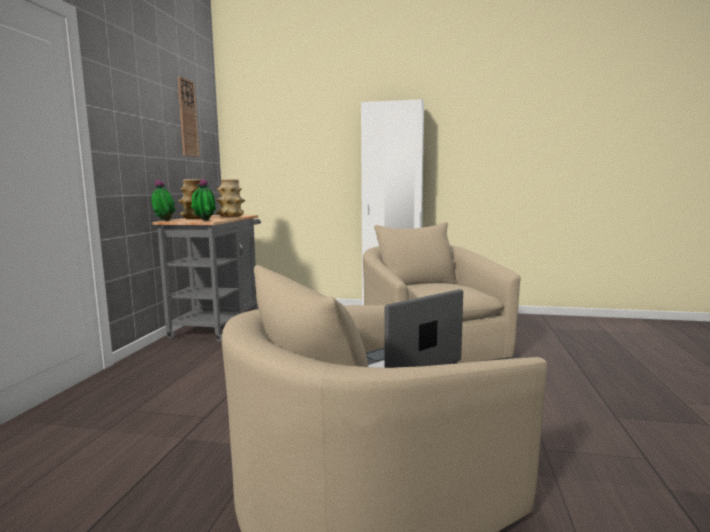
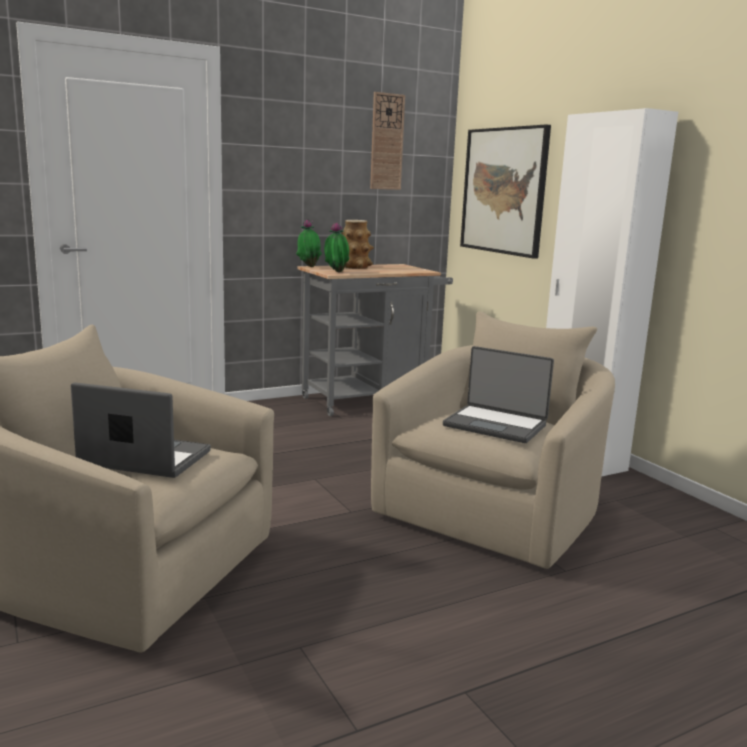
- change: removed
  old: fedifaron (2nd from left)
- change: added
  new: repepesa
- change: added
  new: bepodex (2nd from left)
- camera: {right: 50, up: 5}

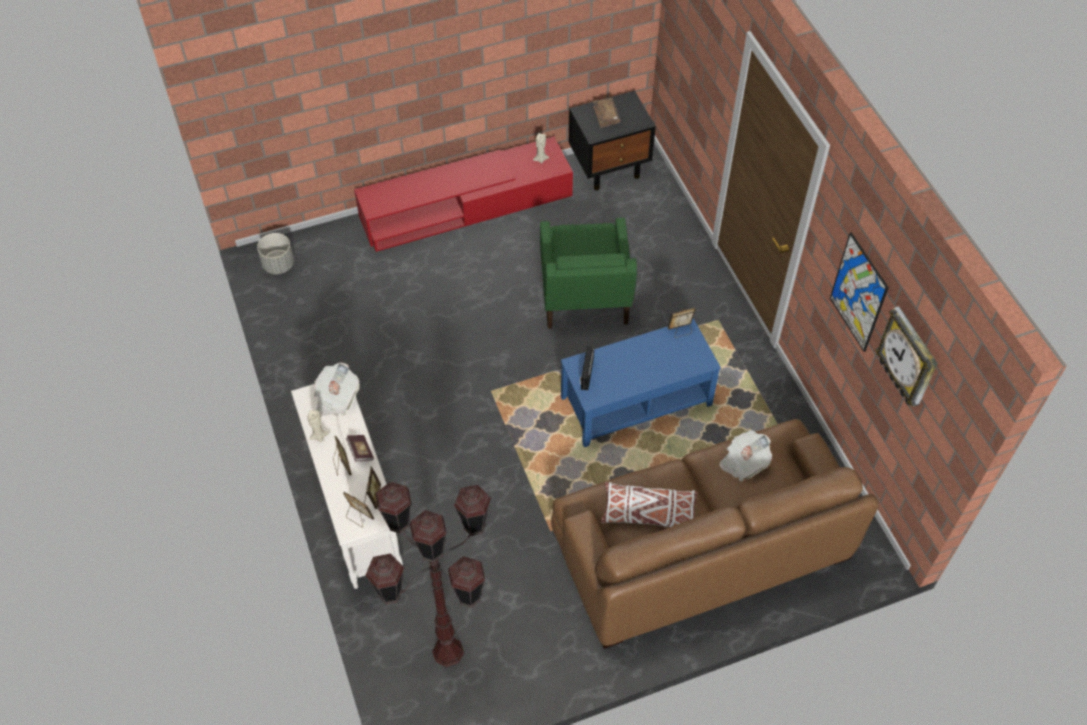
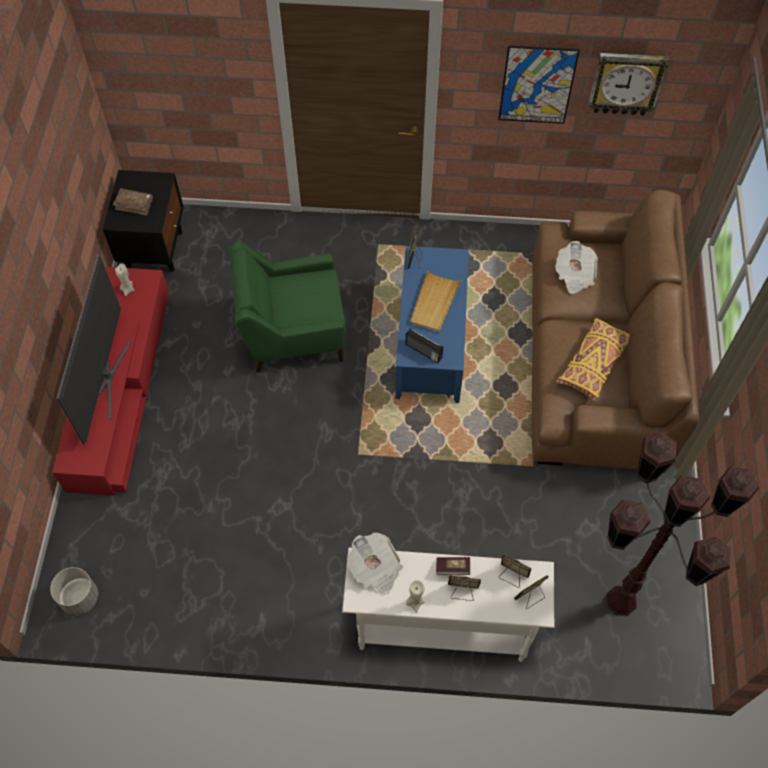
- change: turned
  old: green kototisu
  degrees: 150
- change: recoloured
  old: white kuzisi
  new: yellow kuzisi
- change: added
  new: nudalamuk
- change: added
  new: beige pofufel
- camera: {right: -65, up: 5}

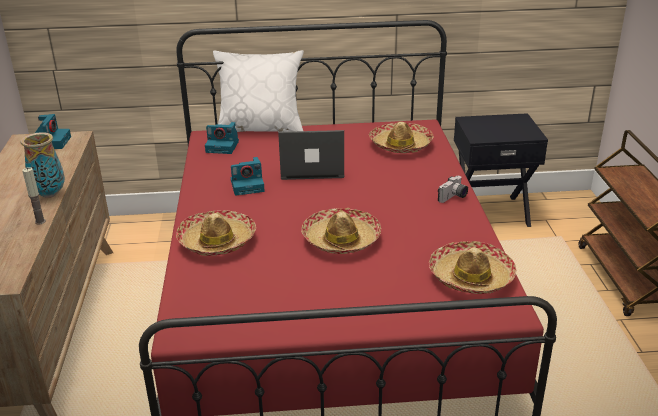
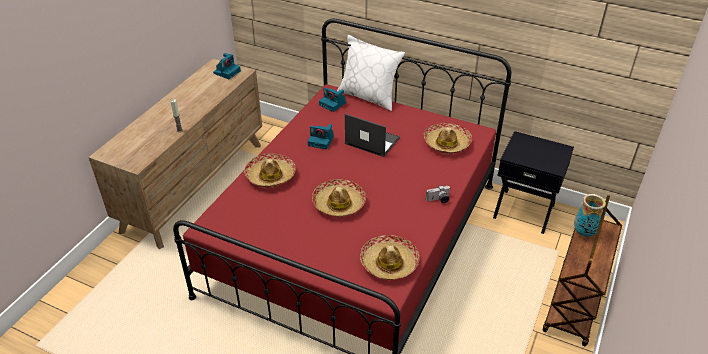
- change: moved
  old: fedifaron
- camera: {right: 30, up: 10}

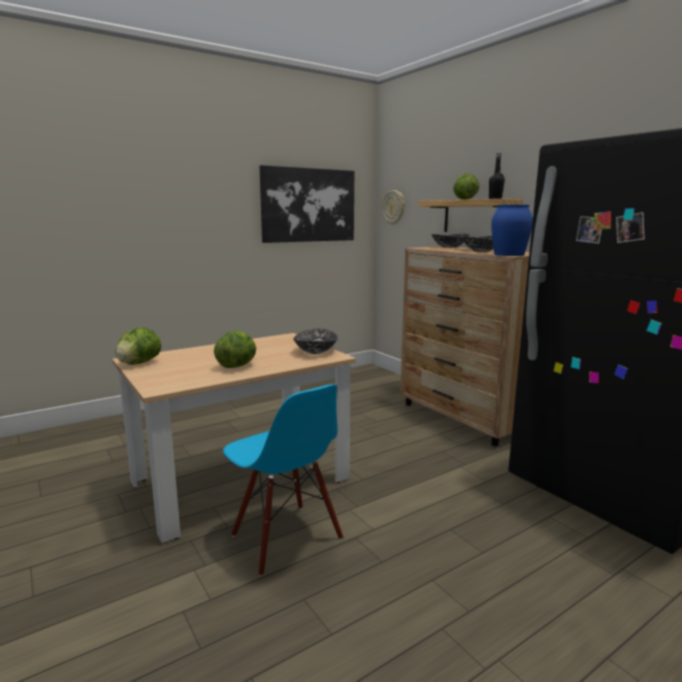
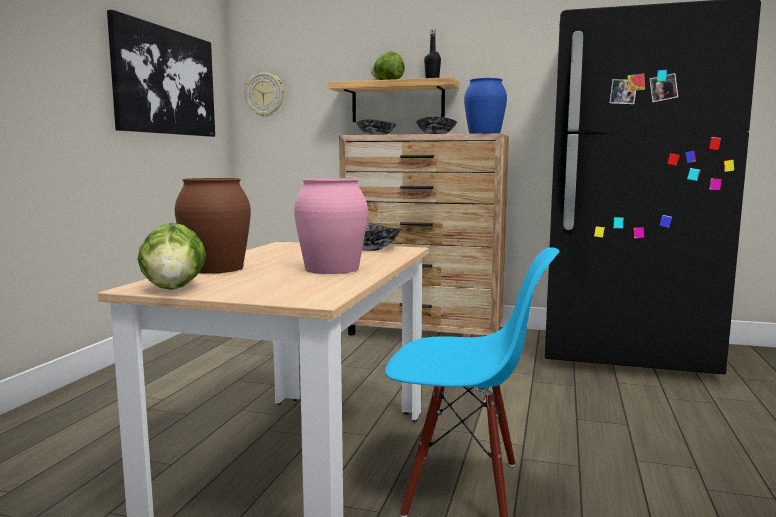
- change: replaced
  old: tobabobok (2nd from left)
  new: pink fedifaron
- change: added
  new: brown fedifaron
- camera: {right: -40, up: -5}

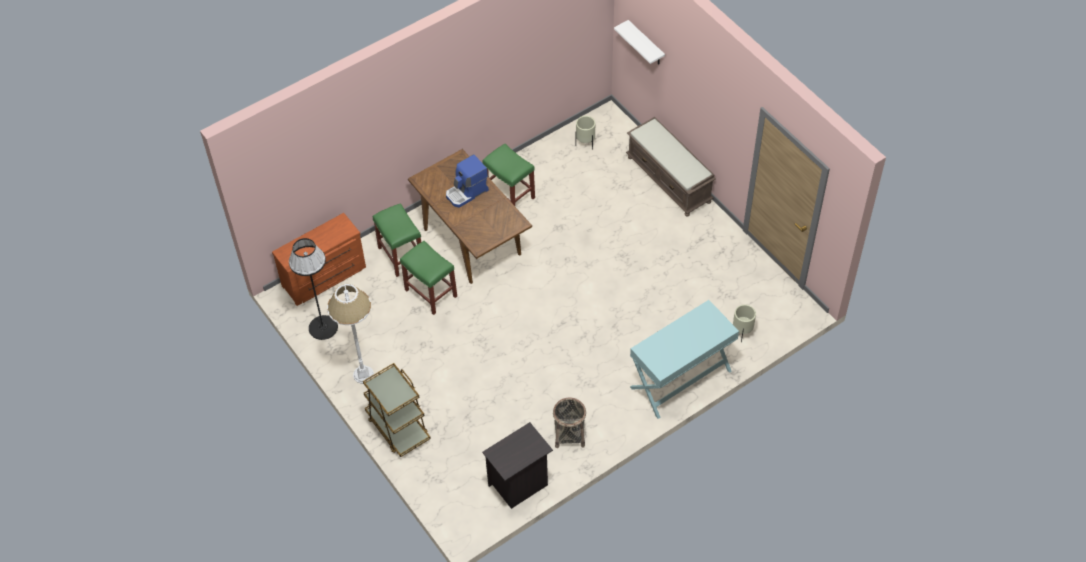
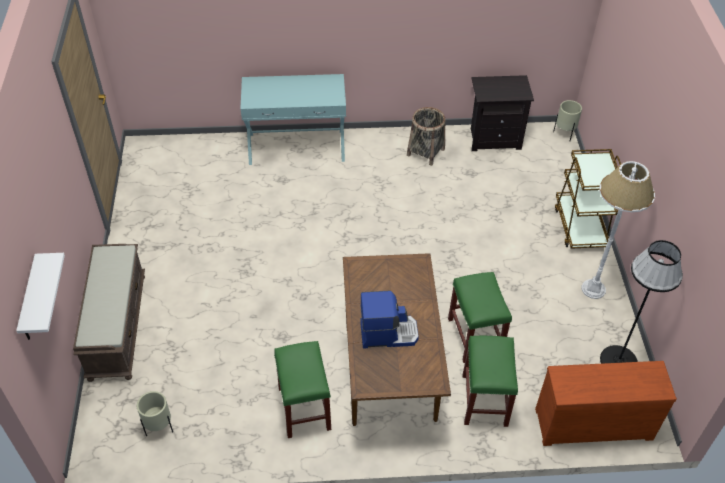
- change: moved
  old: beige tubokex (2nd from left)
- camera: {right: -150, up: -5}

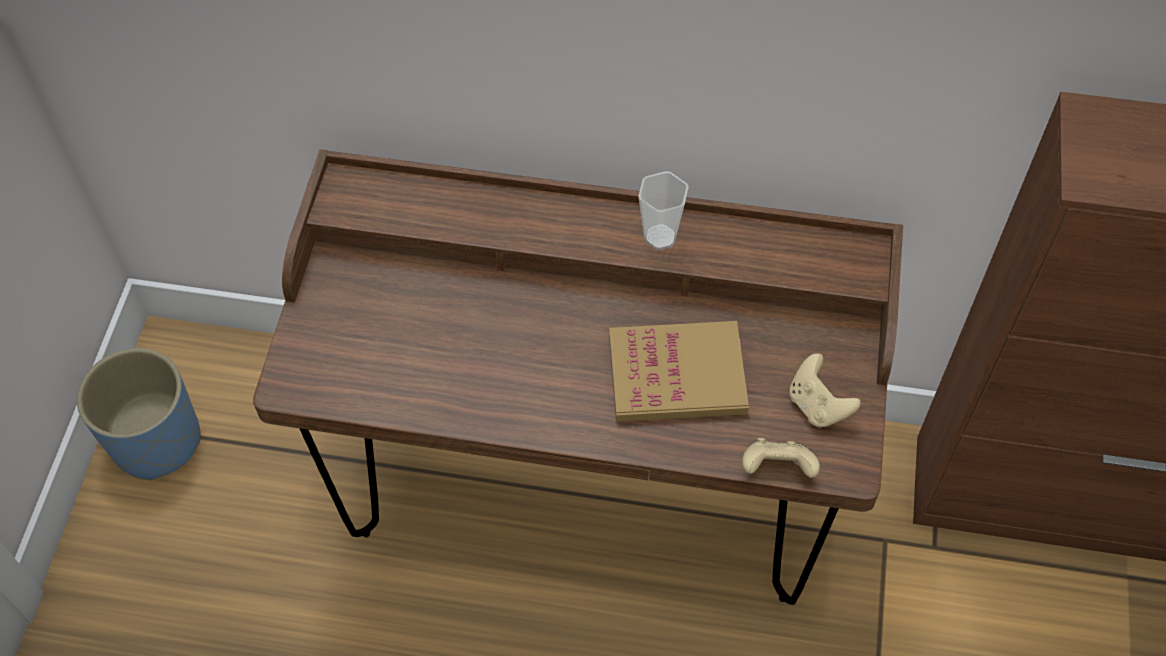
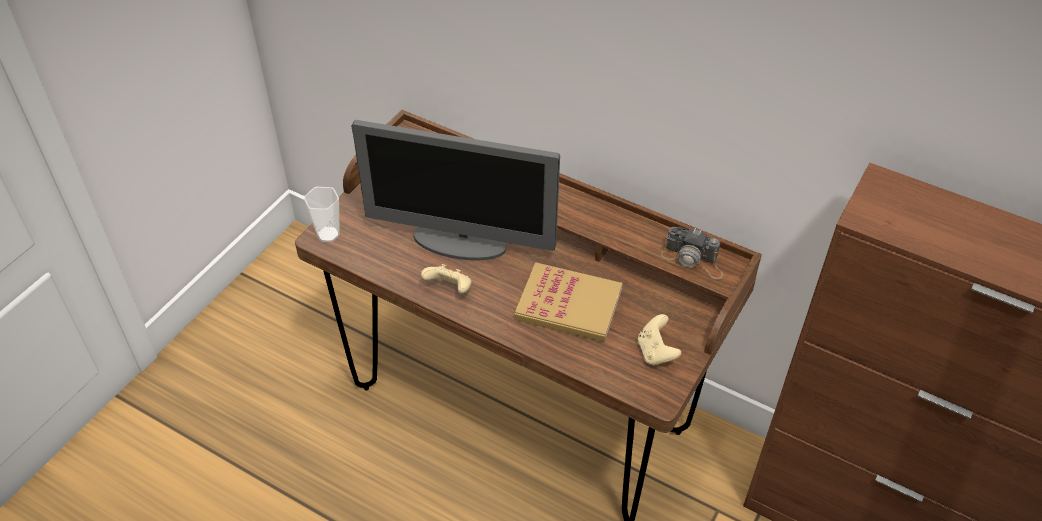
- change: moved
  old: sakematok
- change: removed
  old: blue tubokex
- change: moved
  old: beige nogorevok (1st from left)
- change: added
  new: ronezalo
- change: added
  new: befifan
- camera: {right: 20, up: -10}

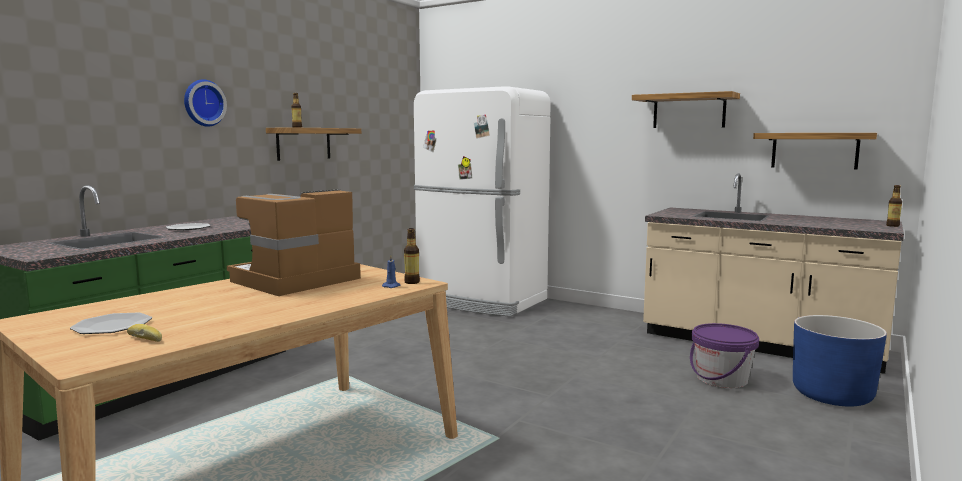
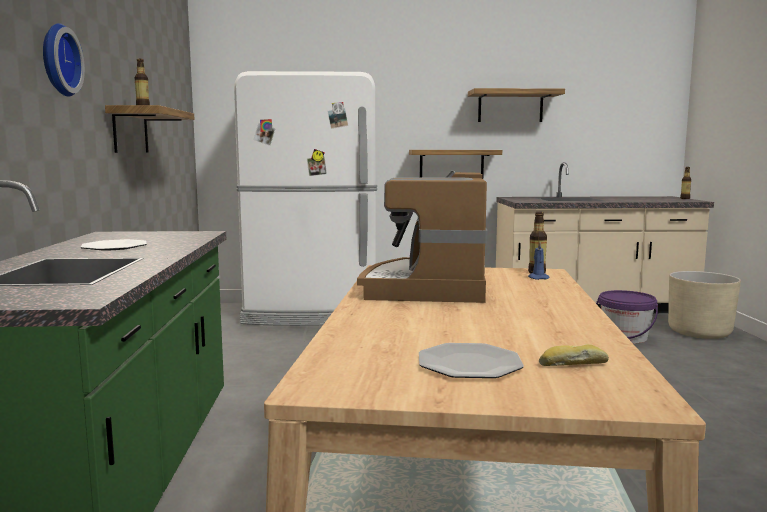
- change: moved
  old: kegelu (3rd from left in the first image)
  new: kegelu (2nd from left)
- change: recoloured
  old: blue tubokex
  new: beige tubokex
- camera: {right: -35, up: 0}

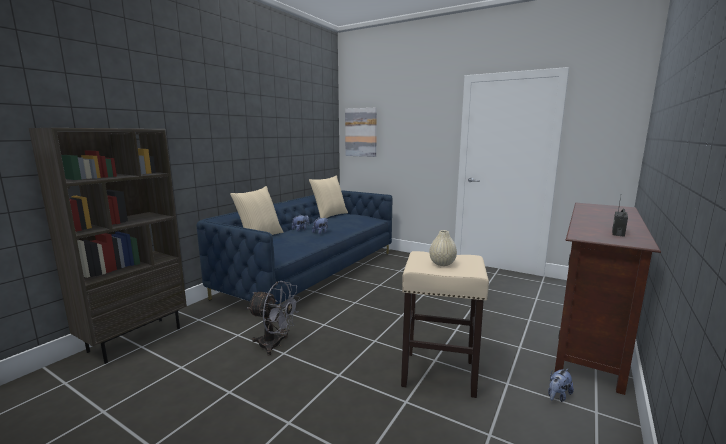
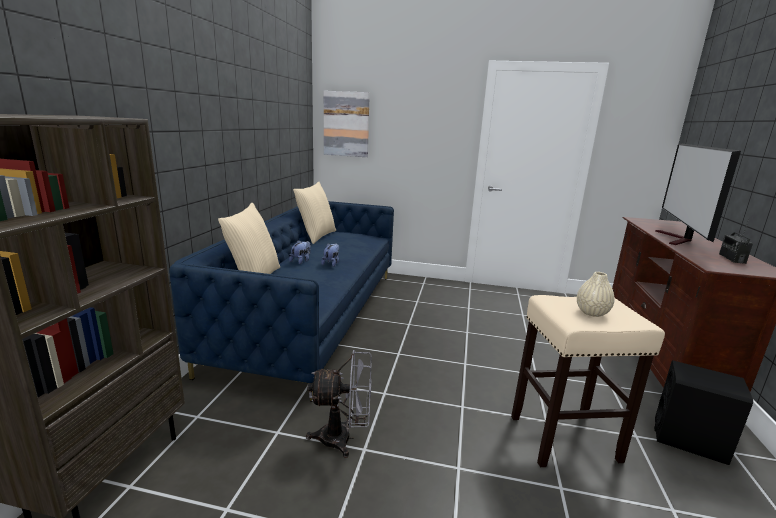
- change: replaced
  old: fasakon (3rd from left)
  new: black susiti
- change: added
  new: nudalamuk
- camera: {right: -20, up: 5}

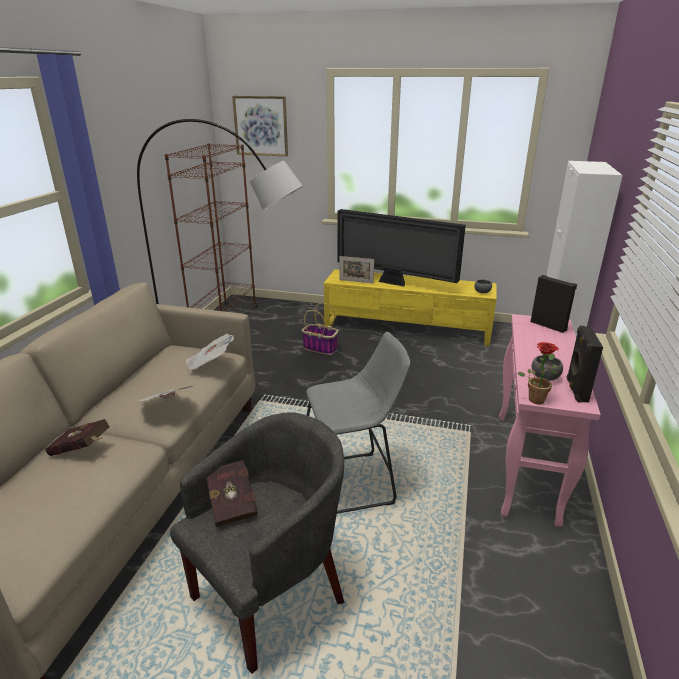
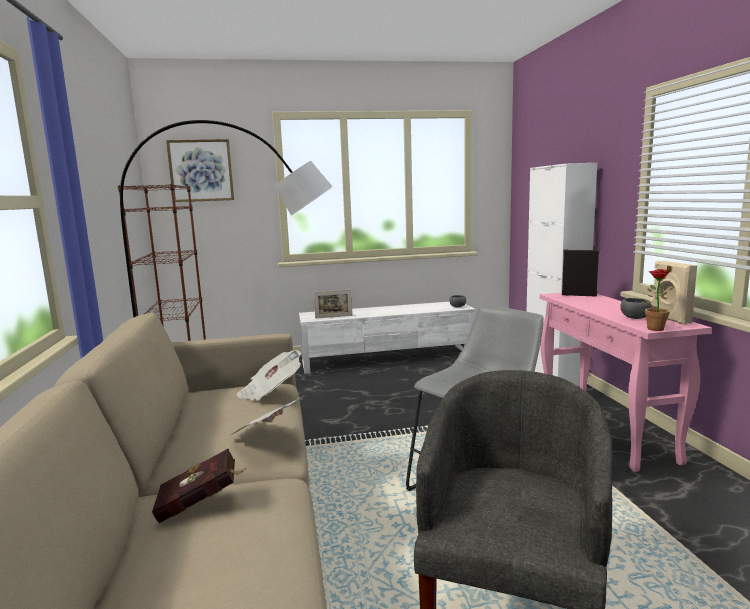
- change: removed
  old: nudalamuk
- change: recoloured
  old: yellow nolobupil
  new: white nolobupil
- change: removed
  old: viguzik
- change: recoloured
  old: black susiti (2nd from left)
  new: beige susiti
- change: removed
  old: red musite (2nd from left)
- camera: {right: -25, up: -15}

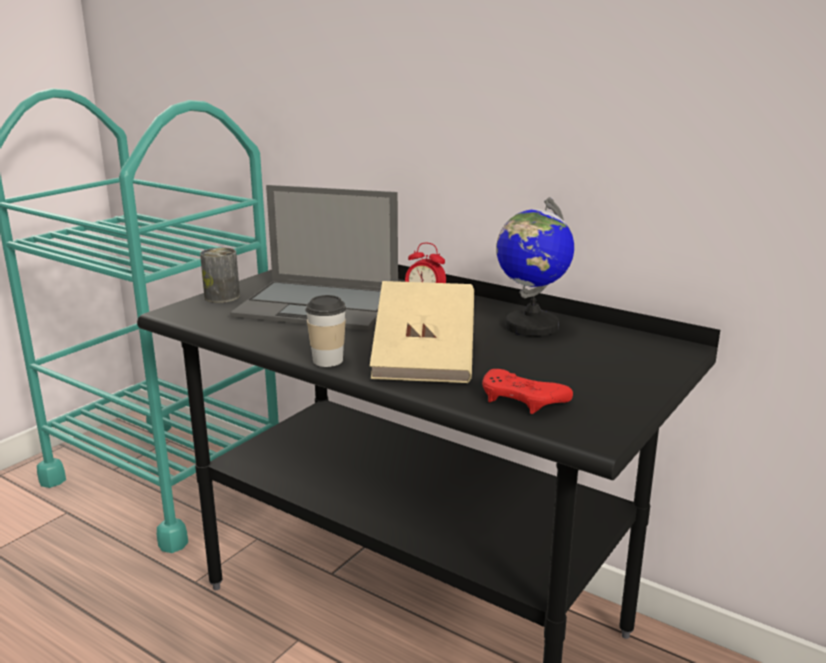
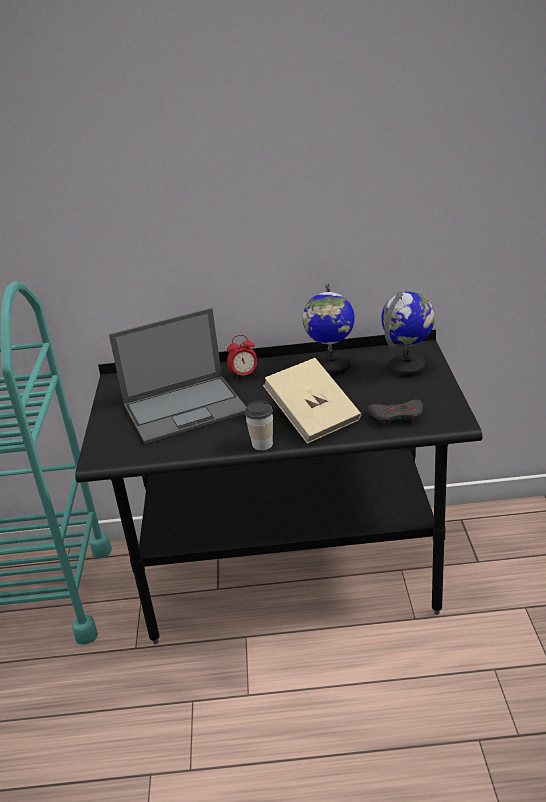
- change: removed
  old: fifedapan
- change: recoloured
  old: red nogorevok
  new: grey nogorevok
- change: added
  new: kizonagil (2nd from left)
- camera: {right: -35, up: 10}

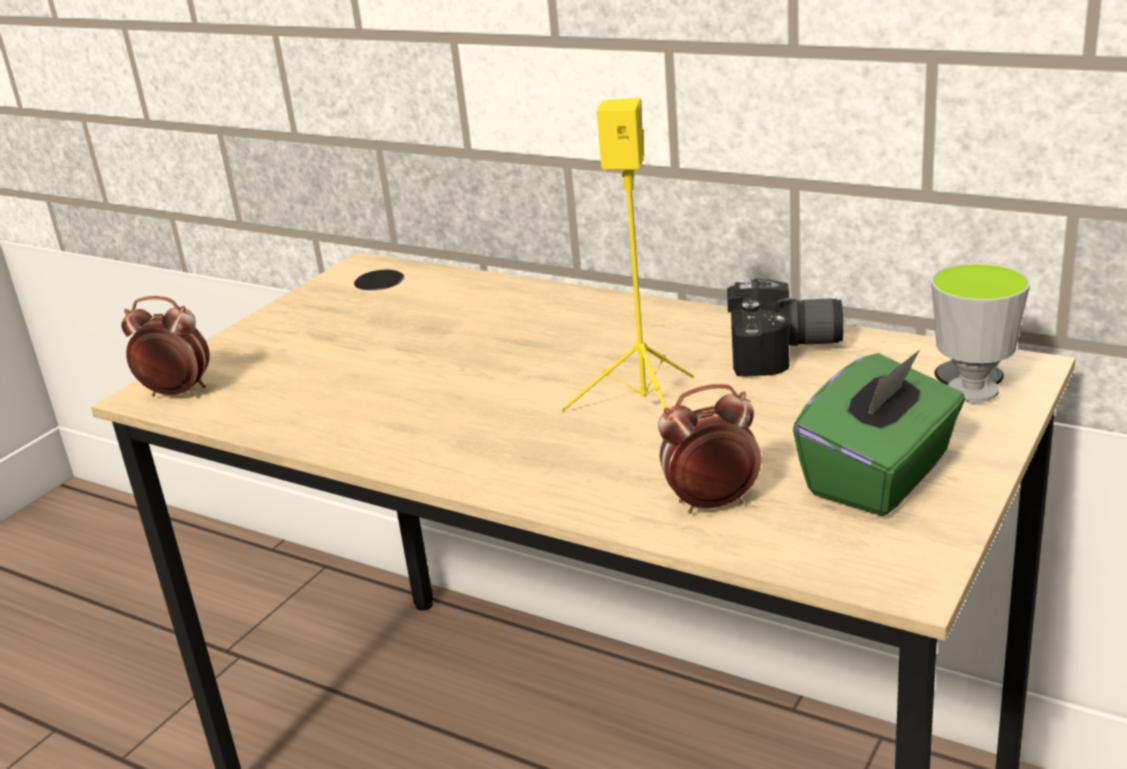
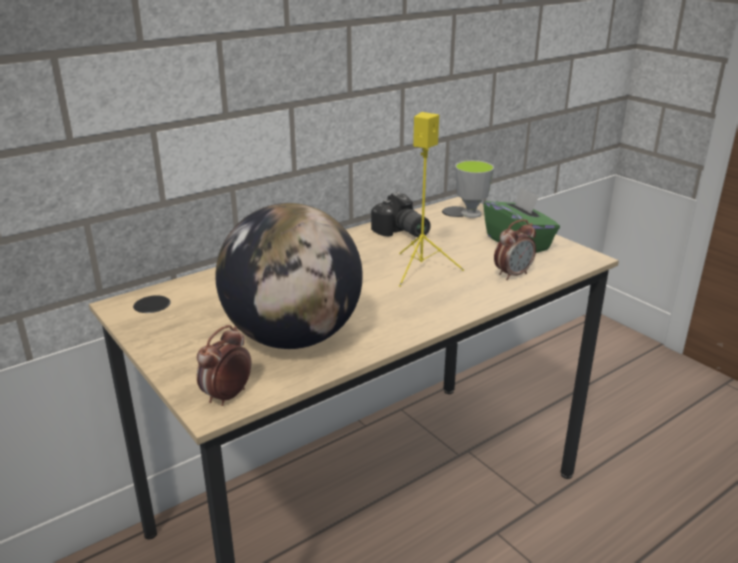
- change: turned
  old: befifan
  degrees: 120
- change: turned
  old: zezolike (2nd from left)
  degrees: -135
- change: added
  new: kizonagil
- camera: {right: -70, up: 0}

